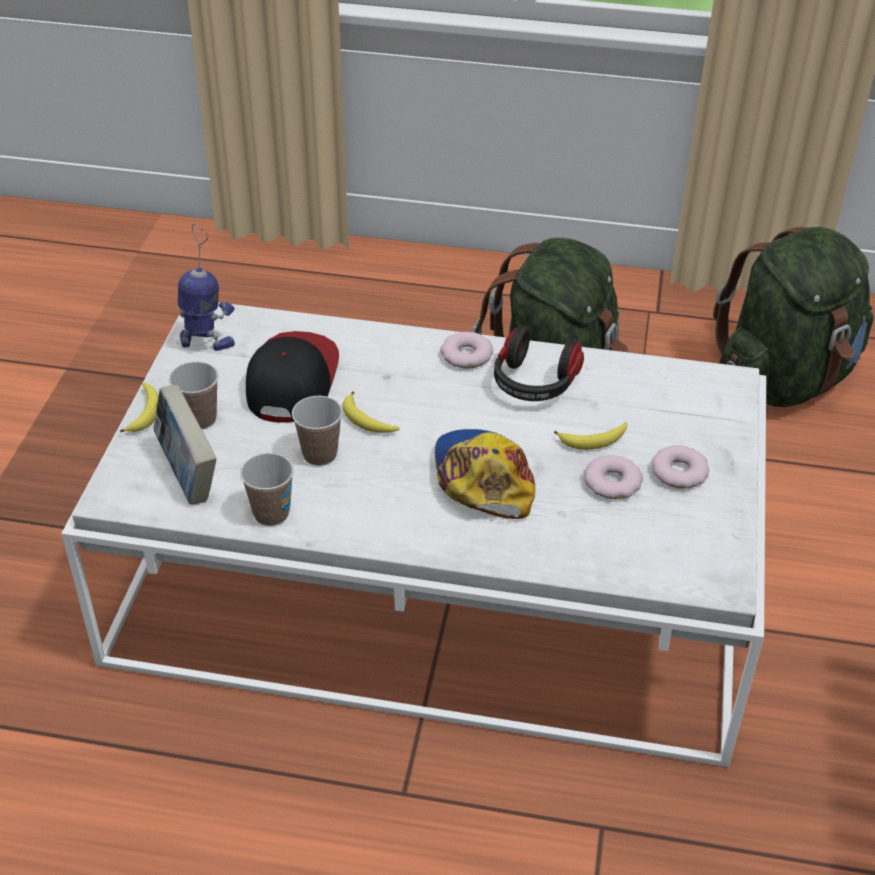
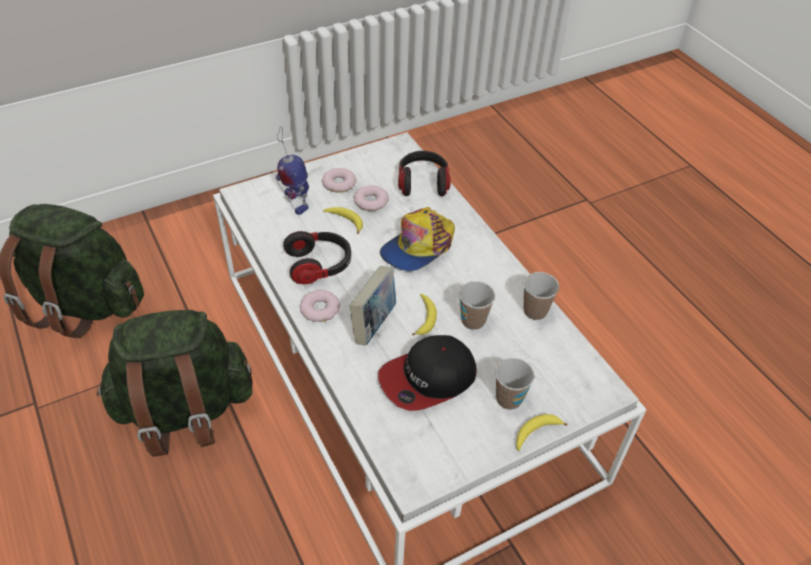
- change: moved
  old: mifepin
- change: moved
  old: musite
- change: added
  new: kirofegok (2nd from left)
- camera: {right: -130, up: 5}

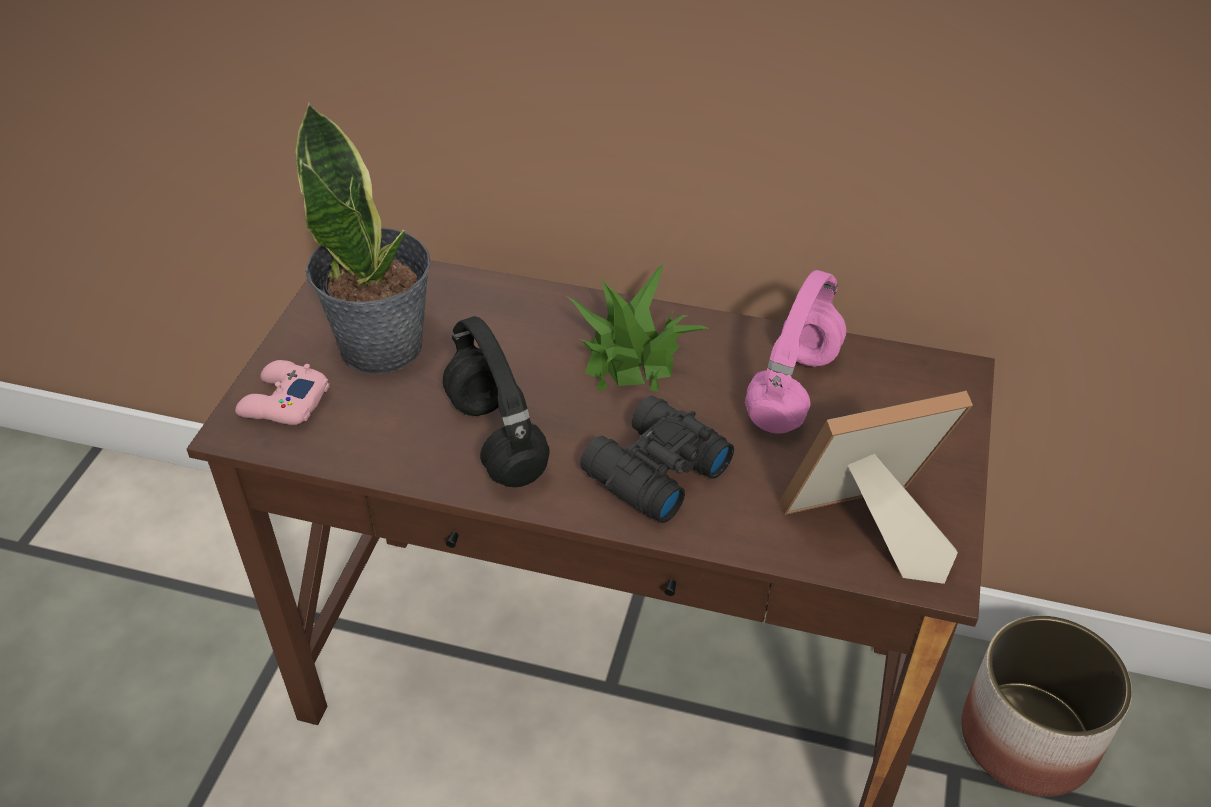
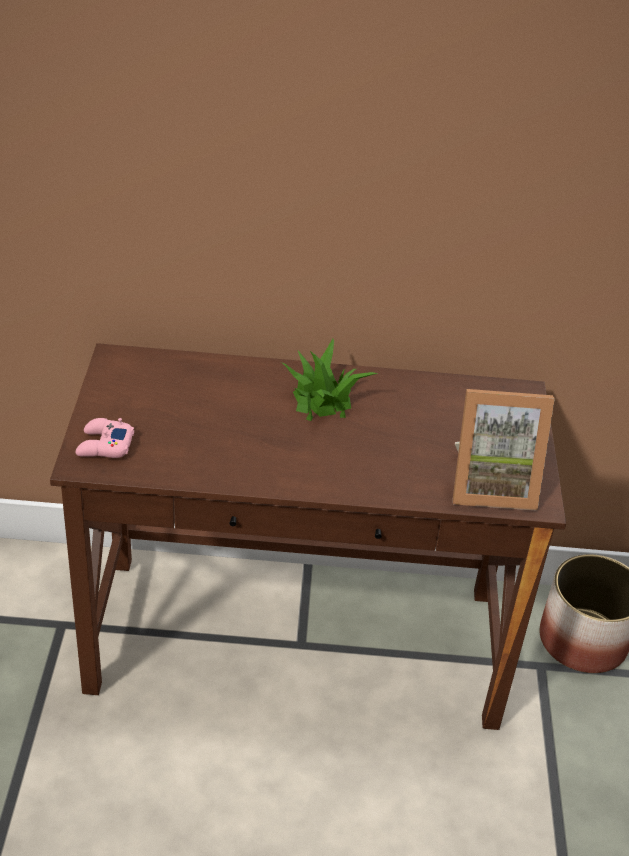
- change: removed
  old: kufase (1st from left)
- change: removed
  old: pink kirofegok
- change: removed
  old: black kirofegok
- change: turned
  old: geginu
  degrees: -150
- change: removed
  old: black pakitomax
- camera: {right: -15, up: -5}

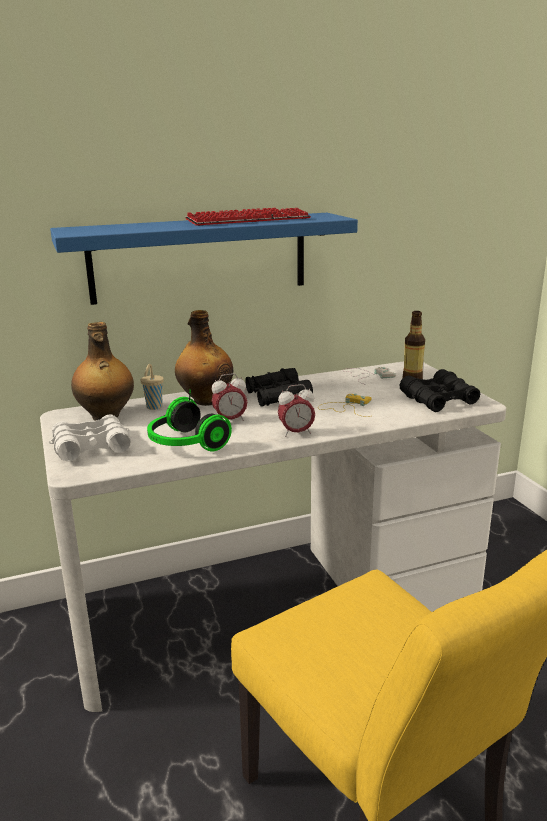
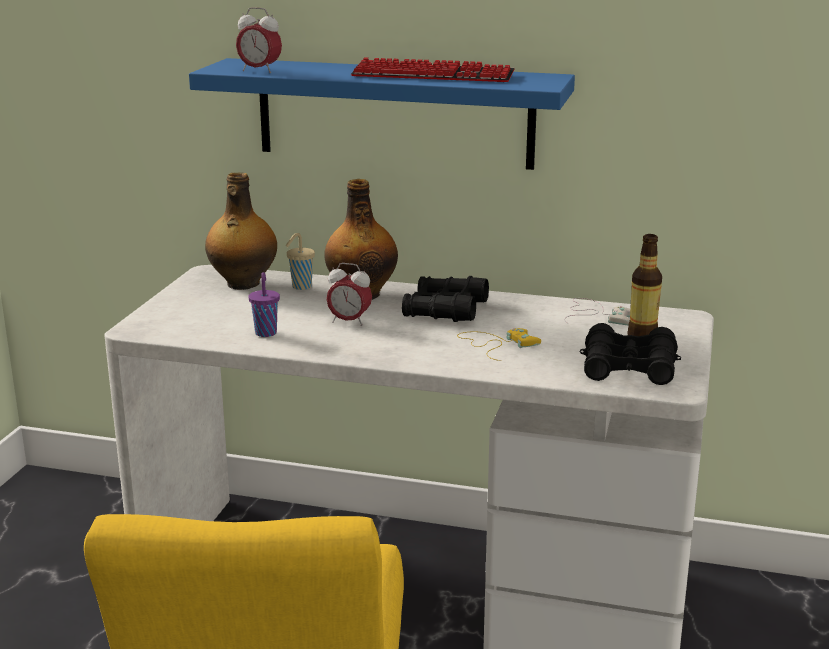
- change: moved
  old: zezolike (2nd from left in the first image)
  new: zezolike (1st from left)
- change: replaced
  old: kirofegok
  new: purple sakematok
- change: removed
  old: white pakitomax
- camera: {right: 35, up: 0}

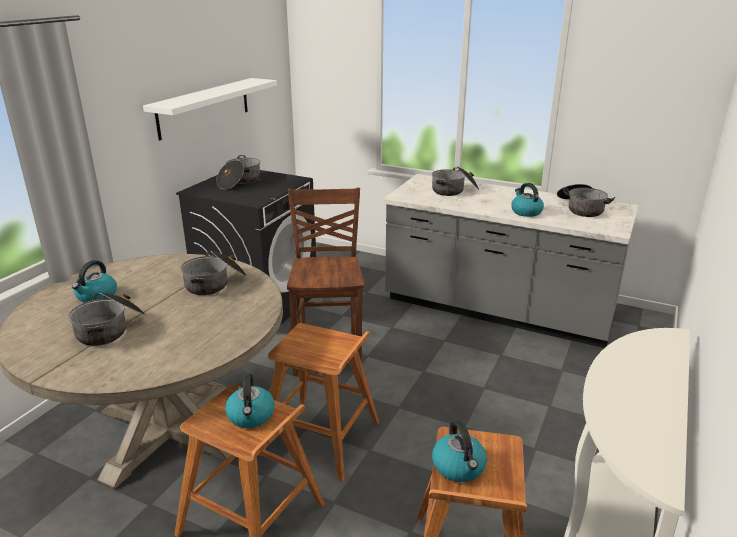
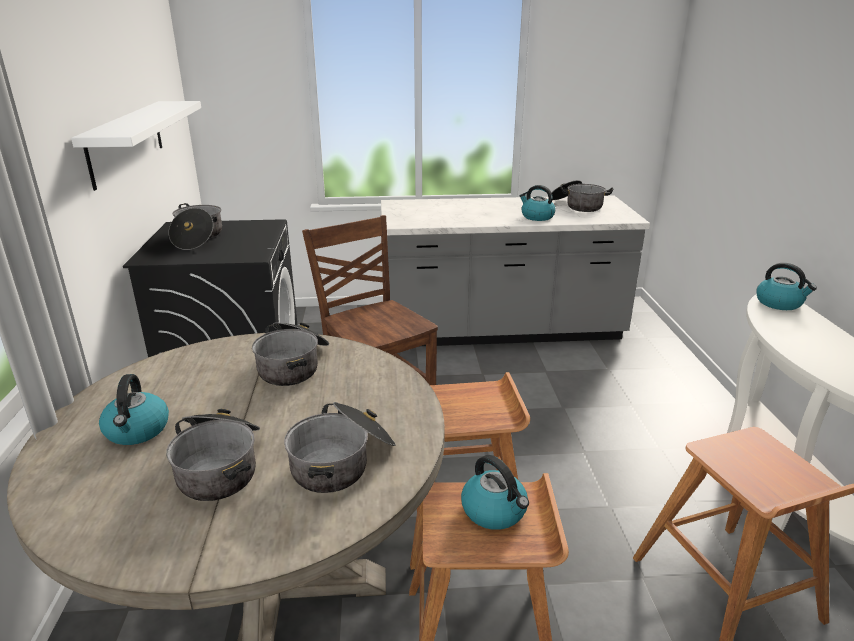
- change: moved
  old: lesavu (4th from left)
- change: moved
  old: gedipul (3rd from left in the first image)
  new: gedipul (4th from left)
- camera: {right: -30, up: 0}

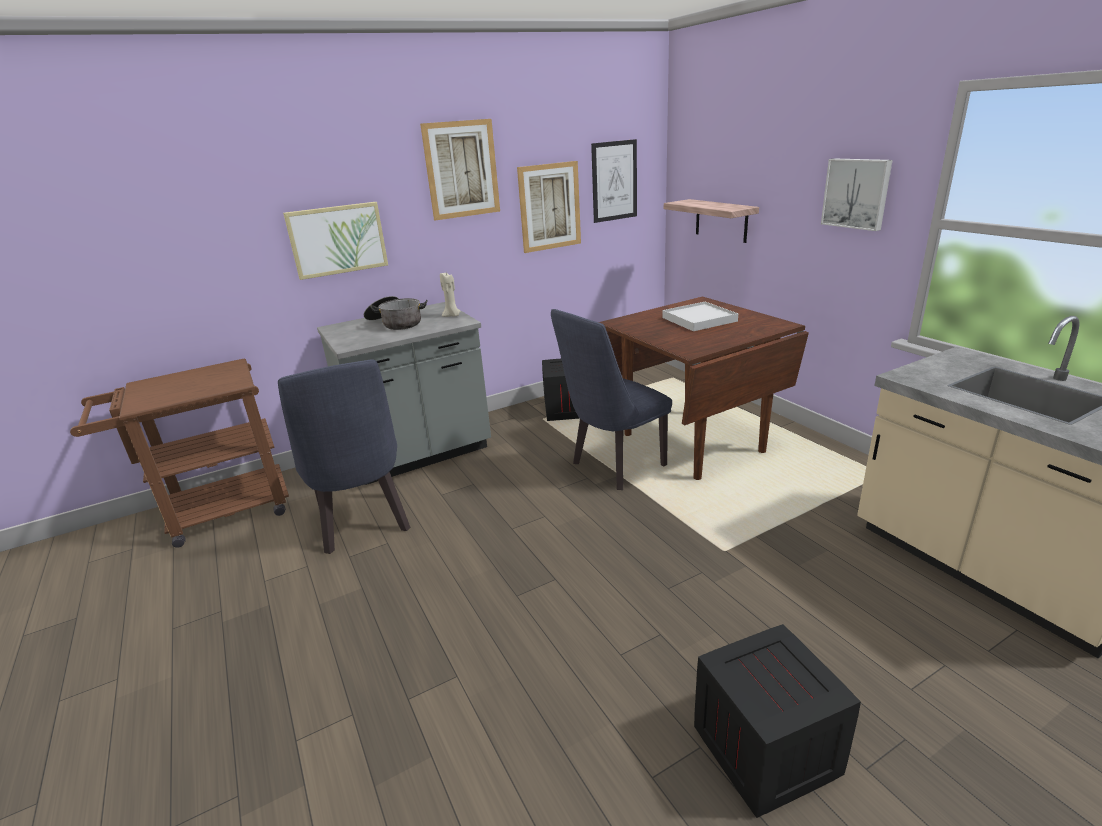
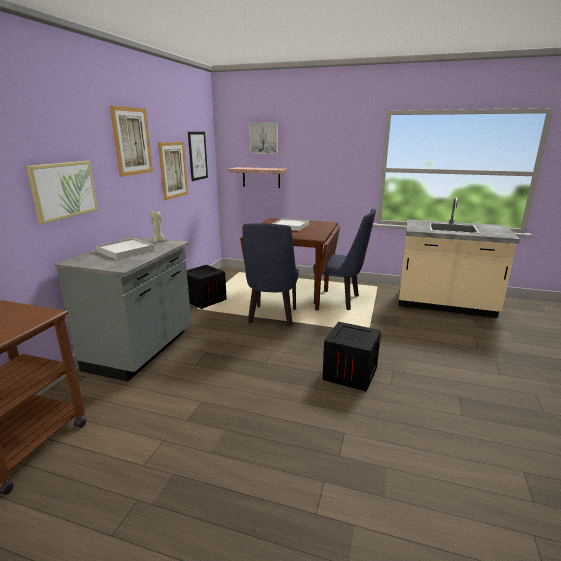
- change: moved
  old: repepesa (5th from left)
- change: replaced
  old: lesavu
  new: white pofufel (1st from left)
- change: moved
  old: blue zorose (1st from left in the first image)
  new: blue zorose (2nd from left)
- change: moved
  old: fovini (2nd from left)
- camera: {right: -45, up: -5}

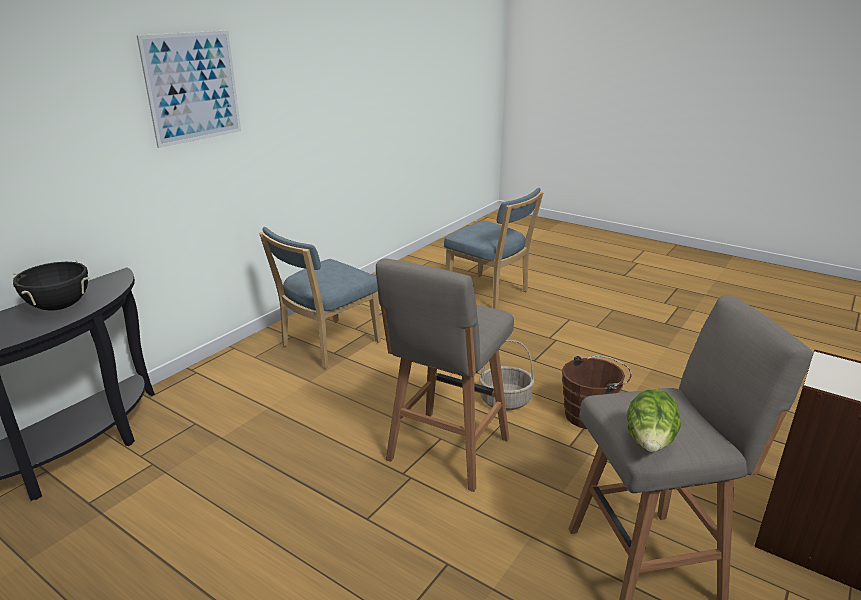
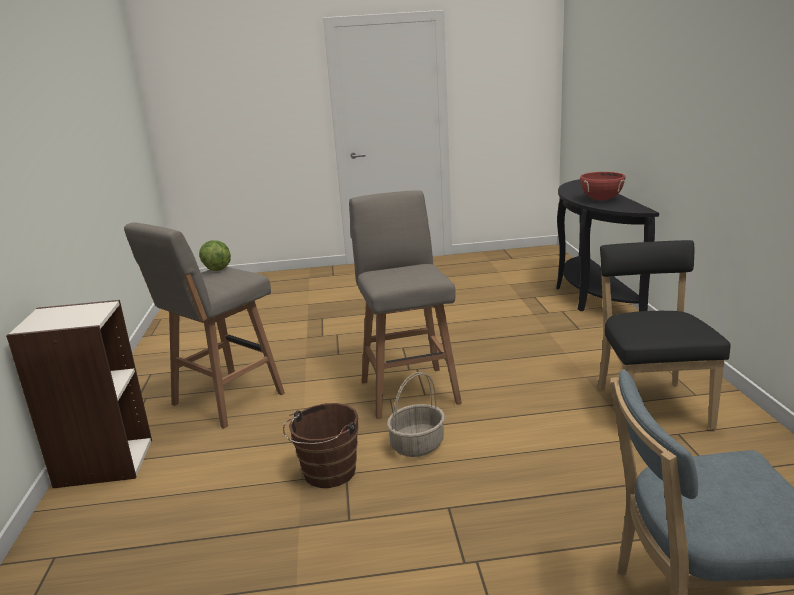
- change: removed
  old: repepesa
- change: recoloured
  old: blue zorose (1st from left)
  new: black zorose
- change: recoloured
  old: black lesavu
  new: red lesavu
- camera: {right: 140, up: -5}

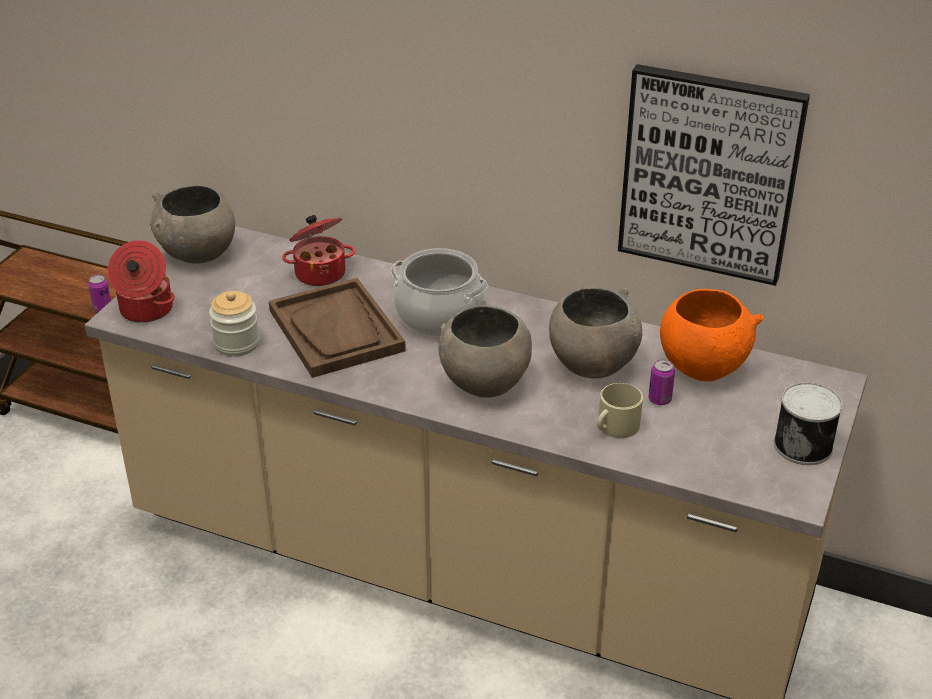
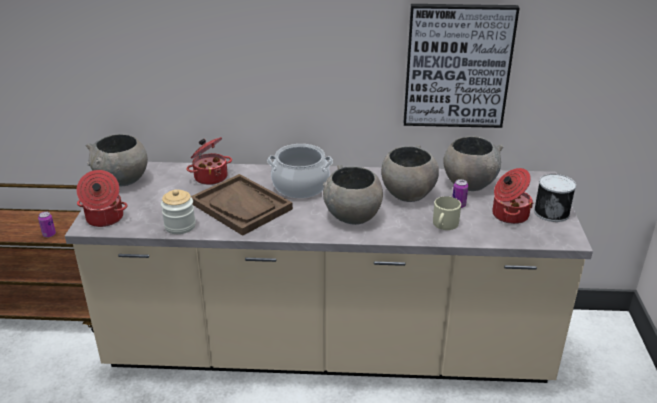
- change: recoloured
  old: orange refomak
  new: grey refomak (4th from left)
- change: added
  new: lesavu (4th from left)
- camera: {right: -20, up: -5}

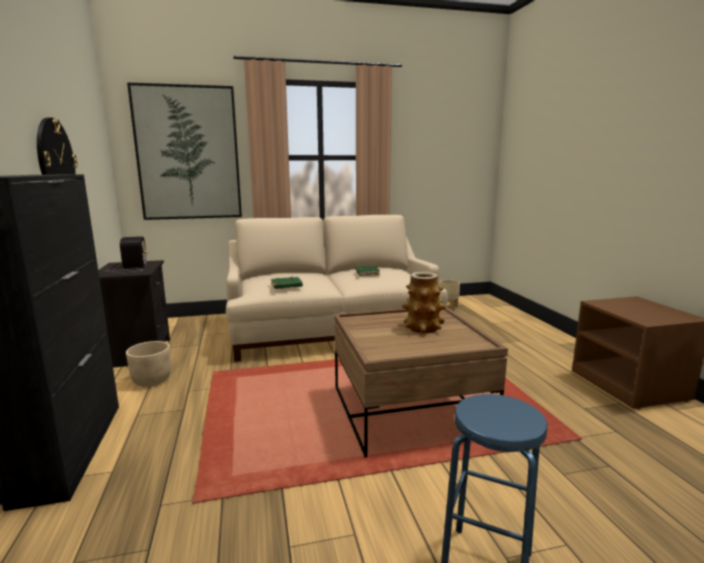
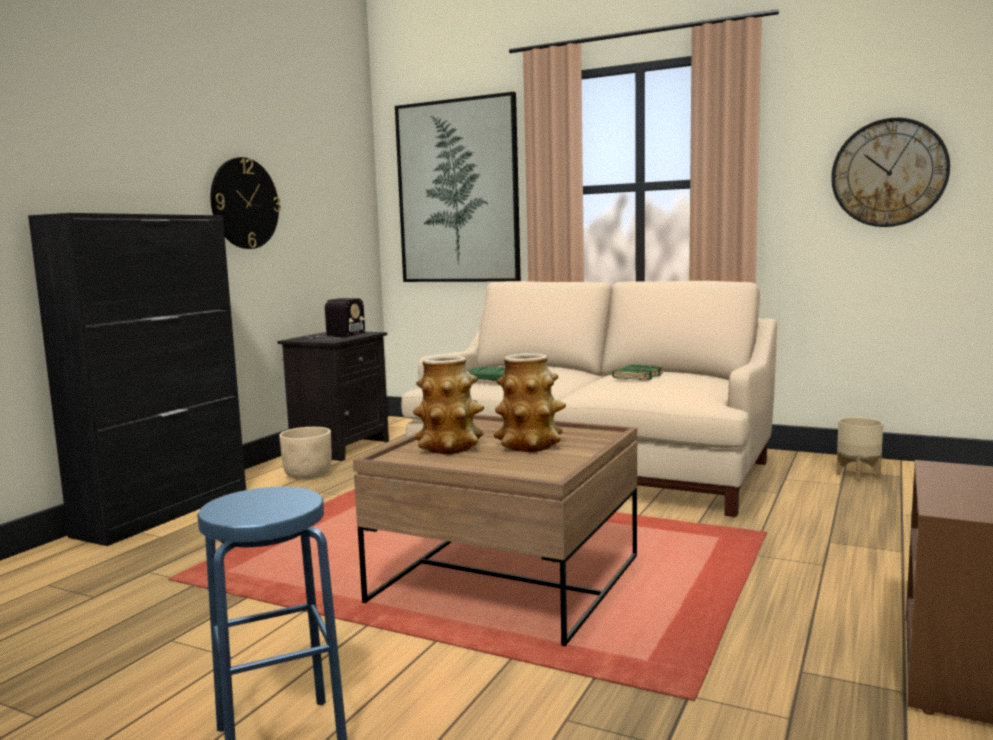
- change: added
  new: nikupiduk (2nd from left)
- change: added
  new: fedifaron (1st from left)
- camera: {right: 40, up: -5}

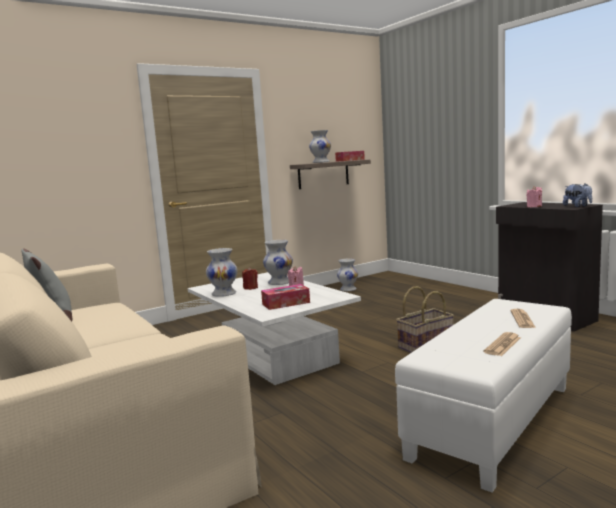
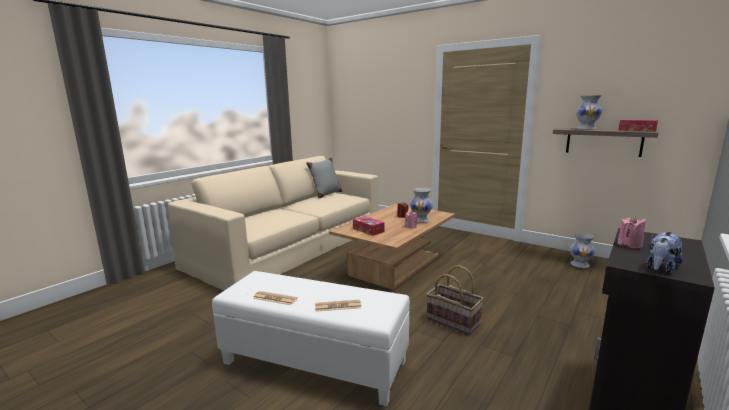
- change: removed
  old: white fedifaron (1st from left)
- change: recoloured
  old: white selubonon
  new: brown selubonon
- camera: {right: 70, up: 5}

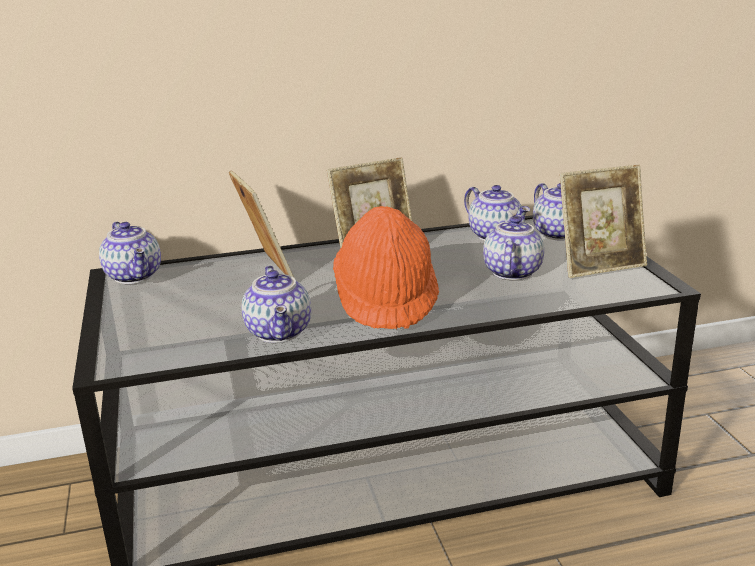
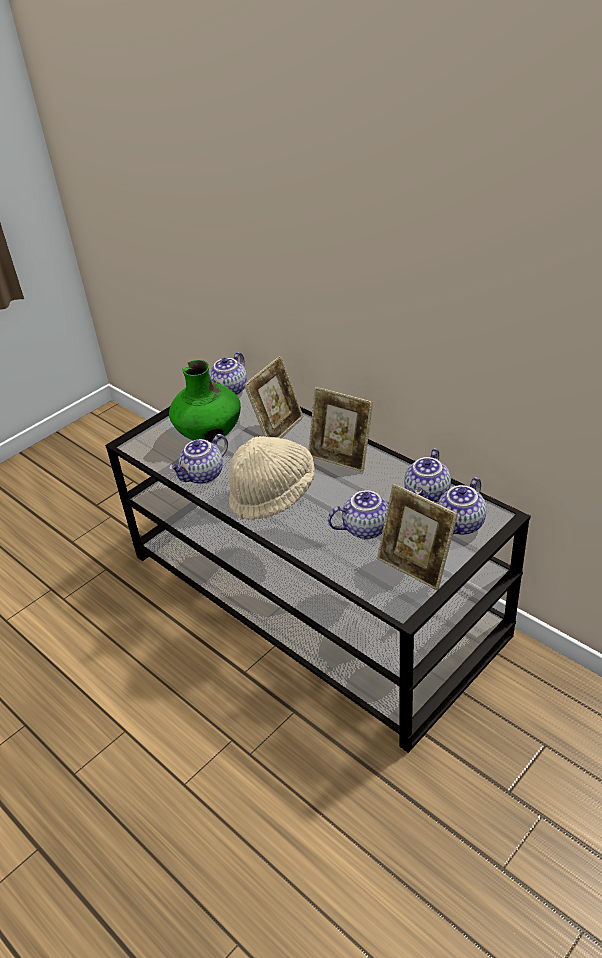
- change: recoloured
  old: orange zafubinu
  new: beige zafubinu
- change: added
  new: green fedifaron
- camera: {right: 60, up: 15}

